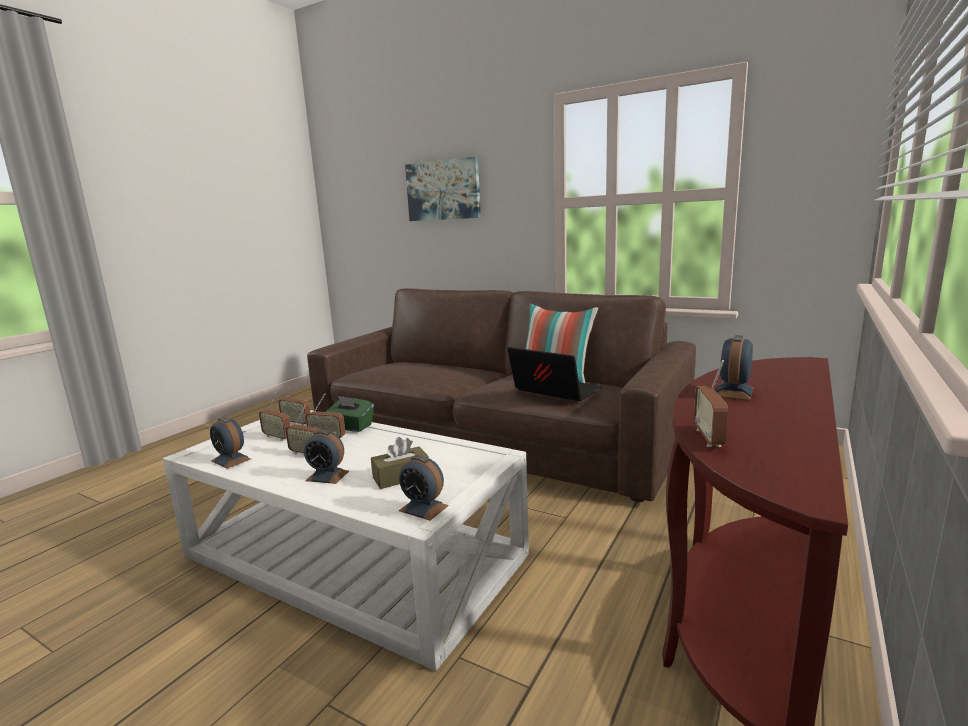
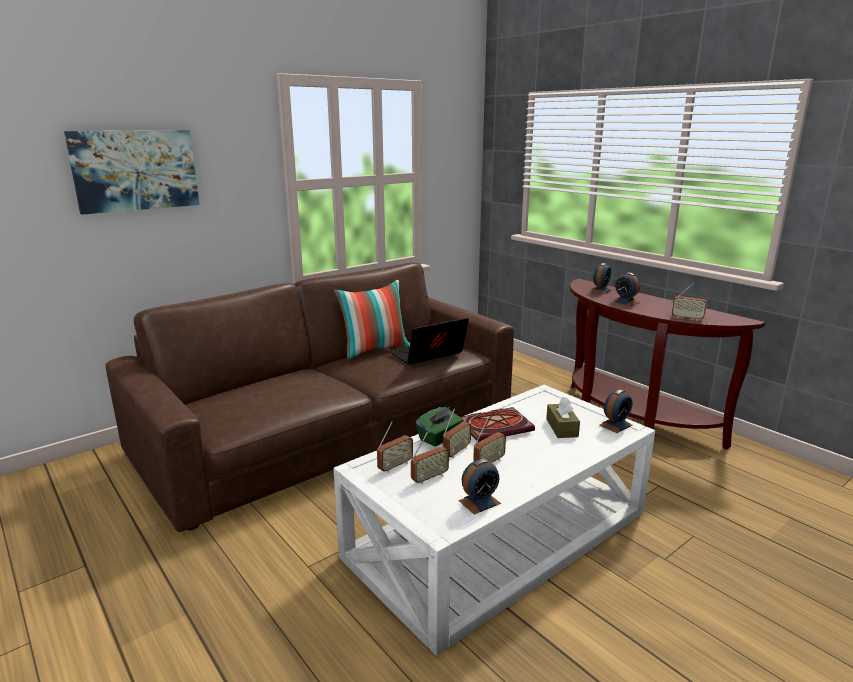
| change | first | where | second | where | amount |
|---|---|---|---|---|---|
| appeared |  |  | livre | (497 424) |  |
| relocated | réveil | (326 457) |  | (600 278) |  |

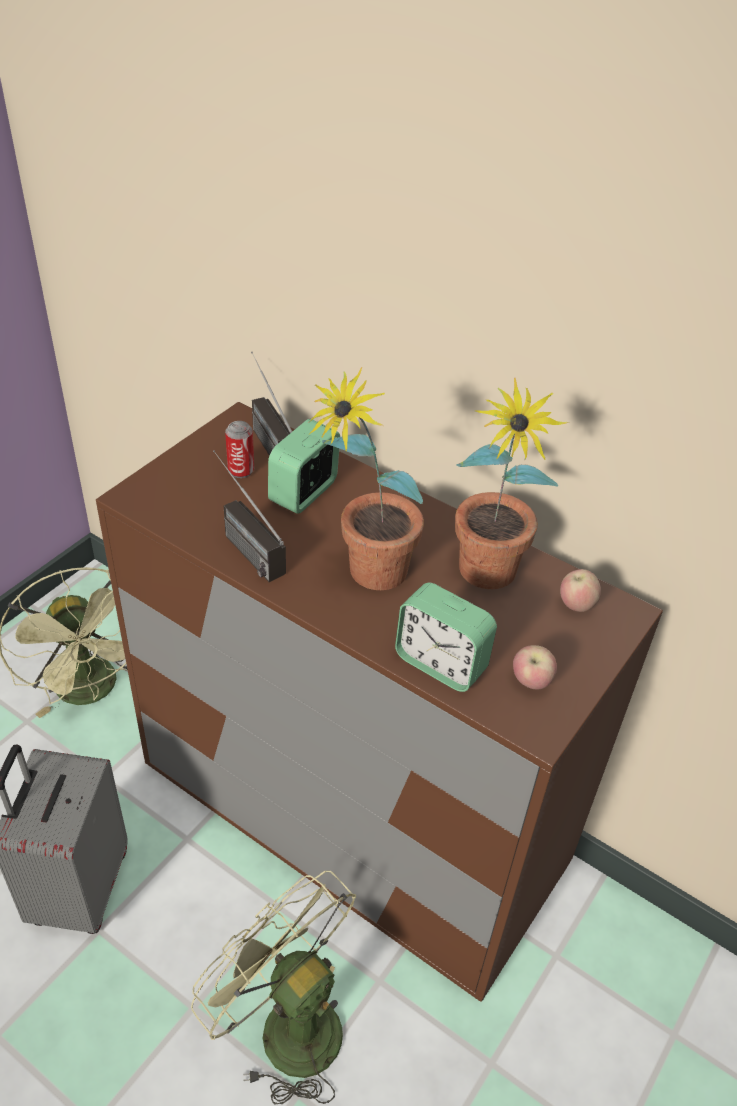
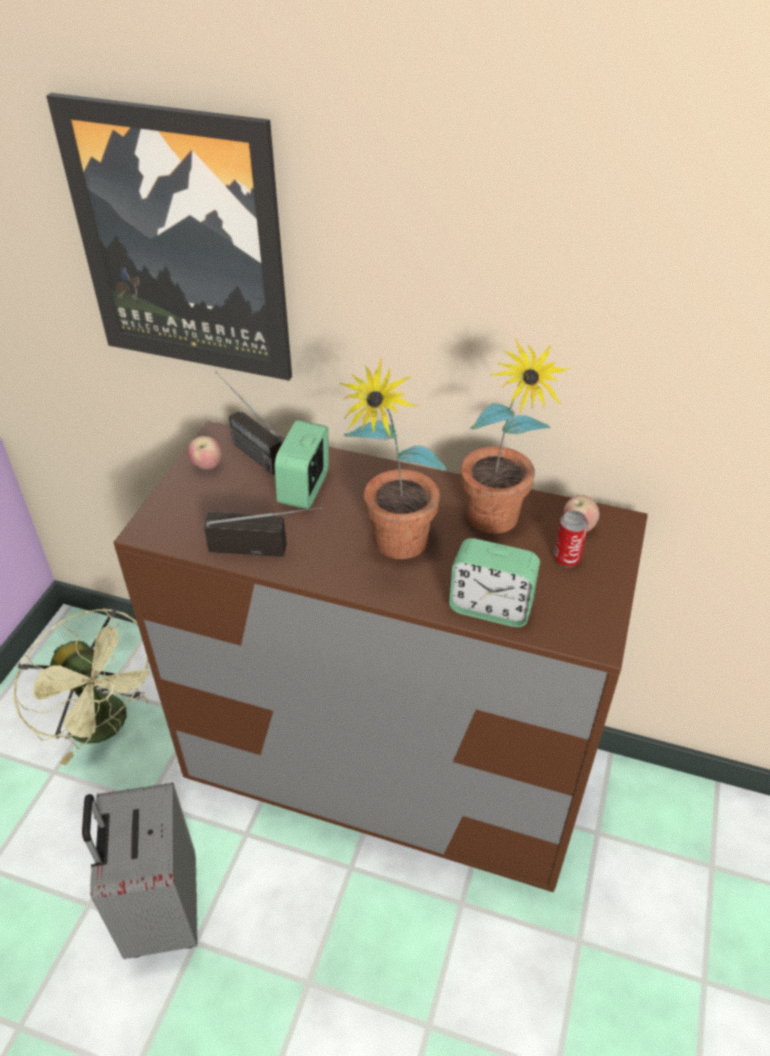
| change | first | where | second | where | amount |
|---|---|---|---|---|---|
| missing | ventilateur [vert] | (273 988) |  |  |  |
| appeared |  |  | tableau | (169 237) |  |
| relocated | boîte métallique | (239 449) |  | (571 539) |  |
| relocated | pomme | (535 667) |  | (204 453) |  |
| spun | radio | (249 516) |  | (263 532) | 150 degrees clockwise |

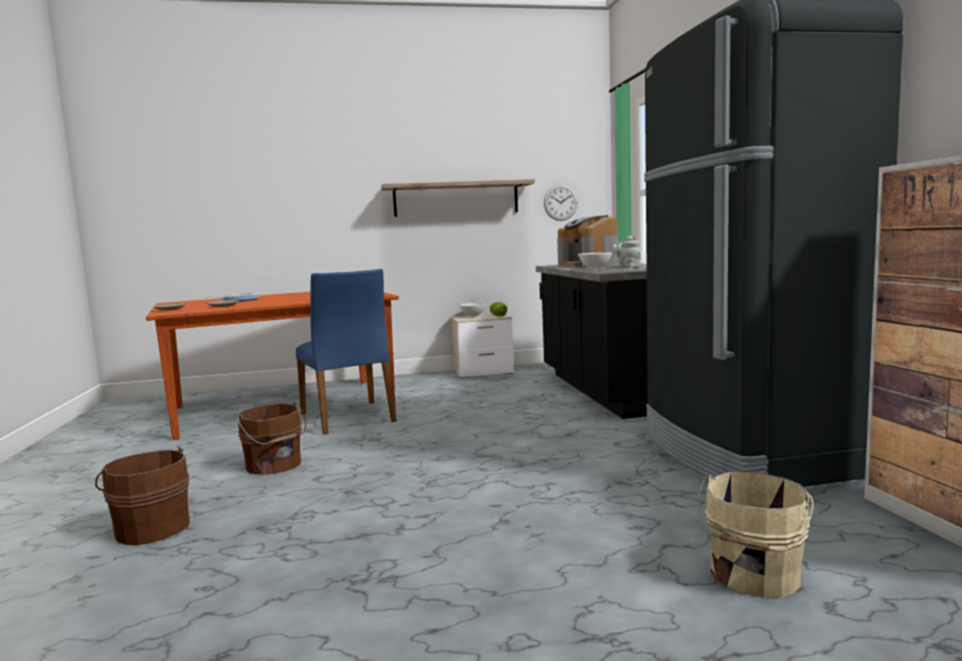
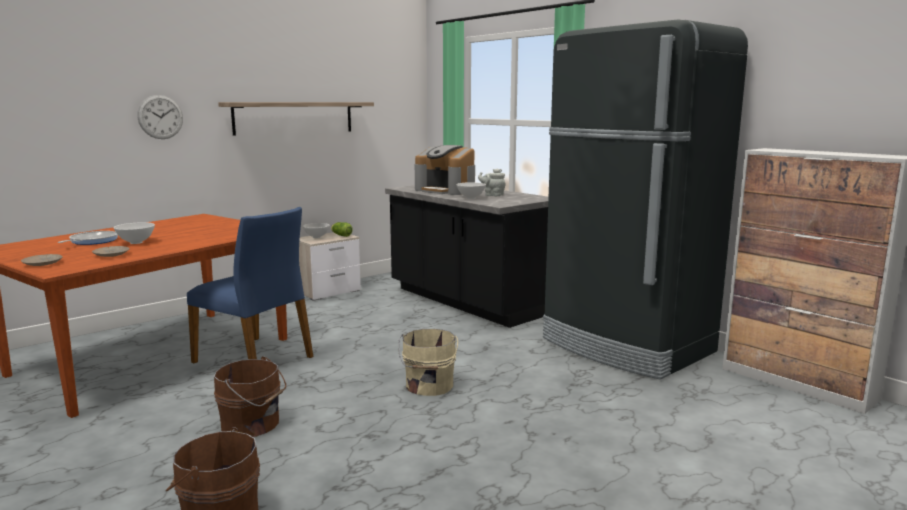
| change | first | where | second | where | amount |
|---|---|---|---|---|---|
| appeared |  |  | bol [blanc] | (134 233) |  |
| relocated | horloge murale | (561 203) |  | (160 117) |  |
| relocated | seau [beige] | (756 535) |  | (428 362) |  |

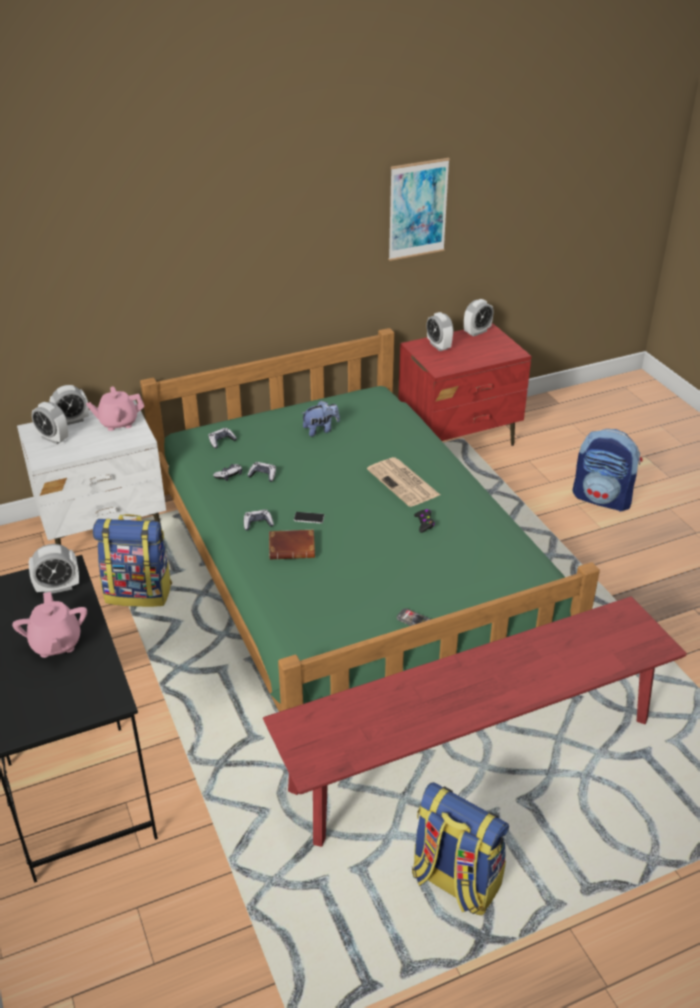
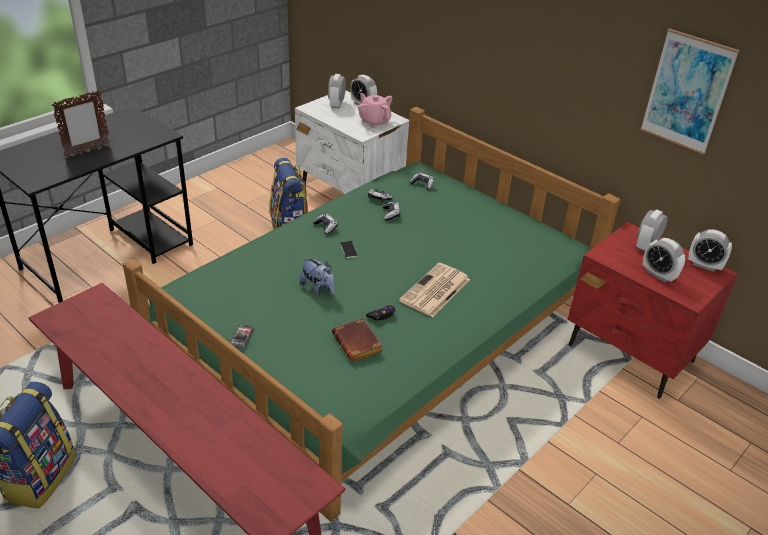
| change | first | where | second | where | amount |
|---|---|---|---|---|---|
| missing | sac à dos | (608 470) |  |  |  |
| relocated | réveil | (54 569) |  | (664 260) |  |
| relocated | livre [marron] | (292 545) |  | (357 340) |  |
| relocated | peluche | (320 418) |  | (317 276) |  |
| exchanged | théière [rose] | (49 625) | cadre photo | (81 123) |  |

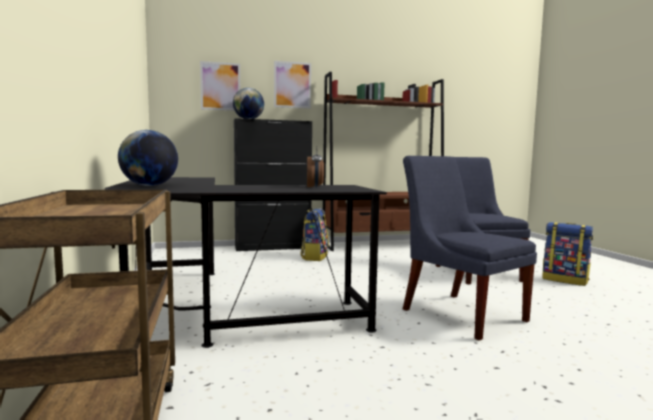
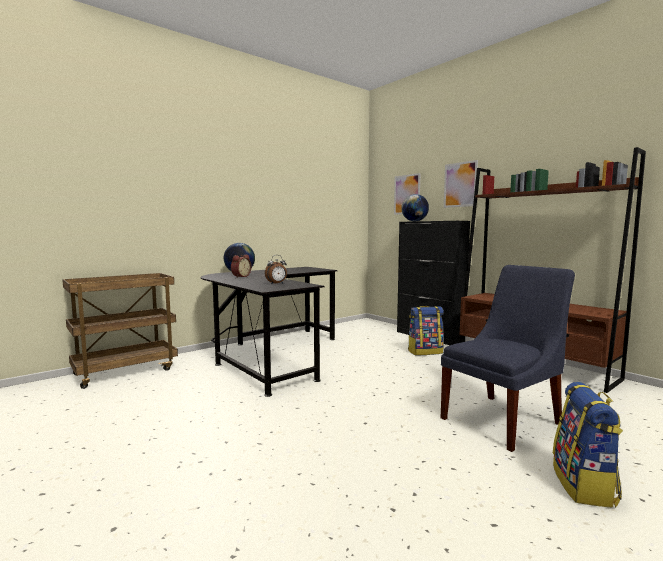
| change | first | where | second | where | amount |
|---|---|---|---|---|---|
| missing | chaise [bleu] | (470 248) |  |  |  |
| appeared |  |  | réveil | (241 265) |  |

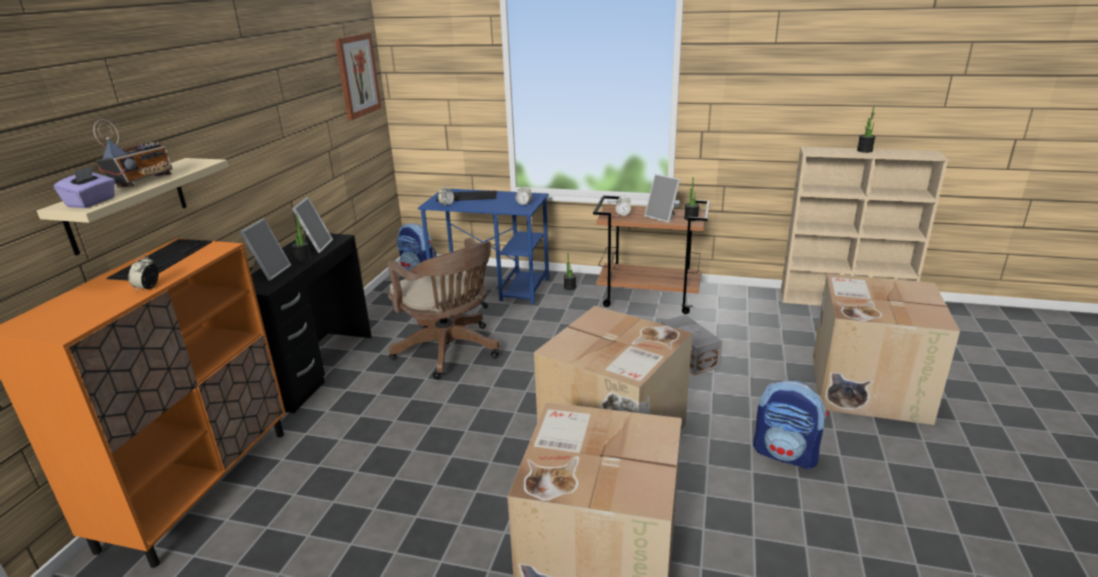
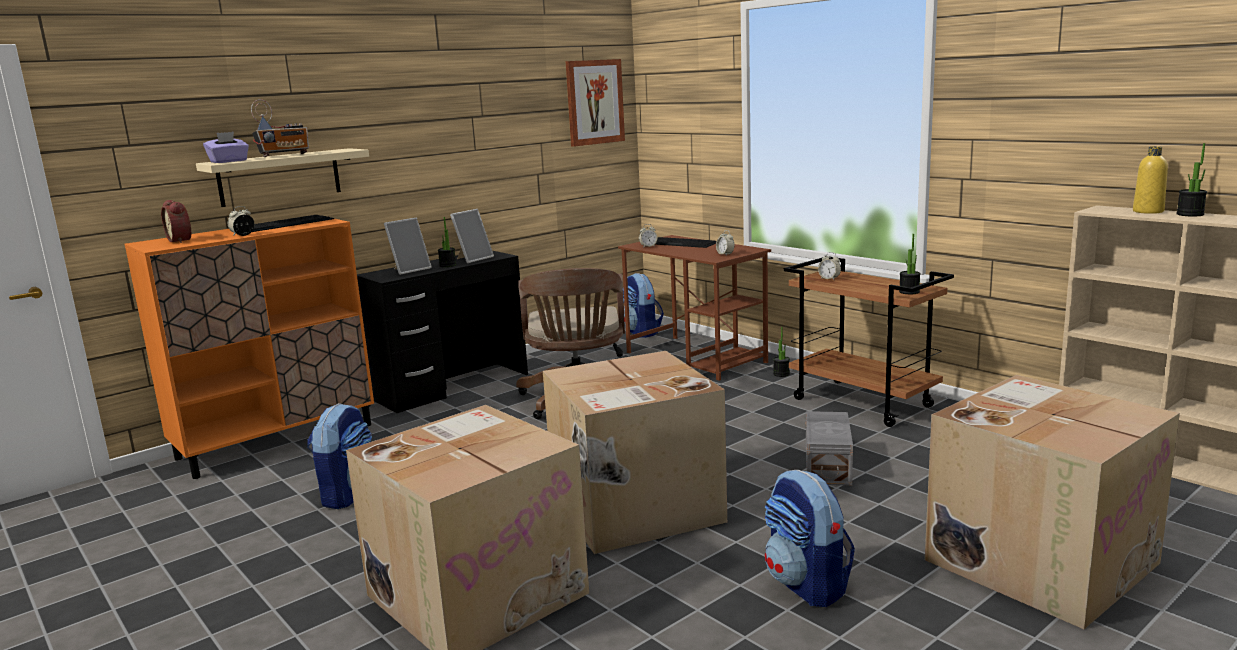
| change | first | where | second | where | amount |
|---|---|---|---|---|---|
| missing | cadre photo | (662 198) |  |  |  |
| appeared |  |  | réveil | (176 221) |  |
| appeared |  |  | sac à dos | (339 456) |  |
| appeared |  |  | bouteille [jaune] | (1150 180) |  |
| colour | bureau [bleu] | (483 246) | bureau [marron] | (694 308) |  |

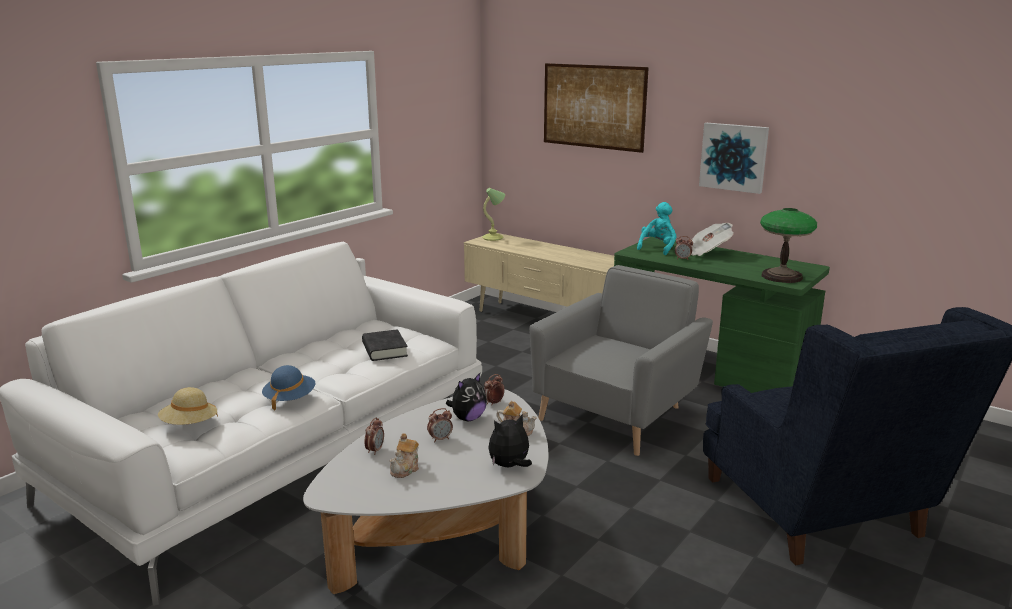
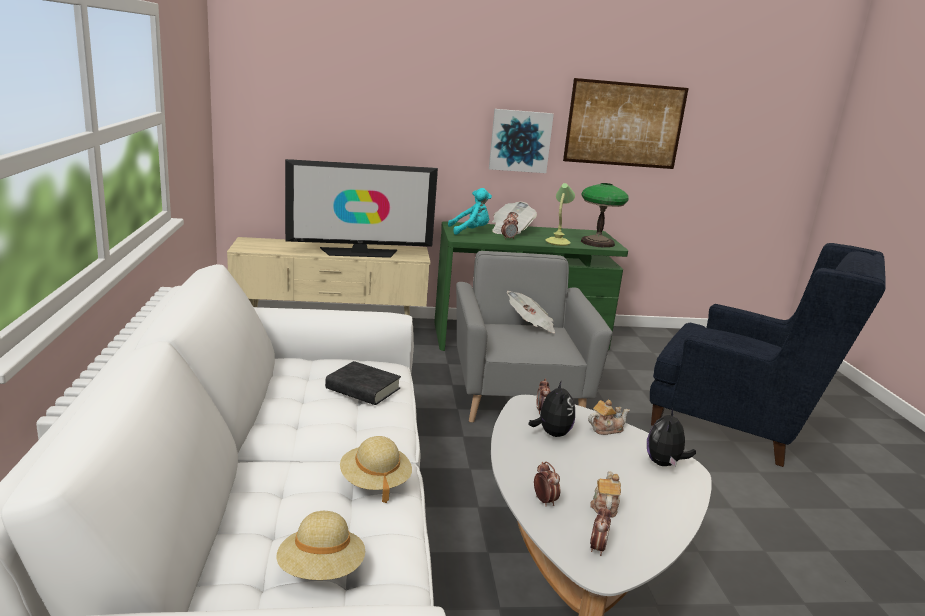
| change | first | where | second | where | amount |
|---|---|---|---|---|---|
| appeared |  |  | téléviseur | (361 208) |  |
| appeared |  |  | journal | (531 312) |  |
| relocated | réveil | (440 425) |  | (600 531) |  |
| relocated | lampe de table | (493 214) |  | (560 214) |  |
| relocated | tableau | (596 108) |  | (626 123) |  |
| colour | chapeau [bleu] | (288 387) | chapeau [beige] | (376 469) |  |
| spun | théière | (404 455) |  | (605 494) | 150 degrees counterclockwise |
| spun | peluche [turquoise] | (657 228) |  | (470 211) | 90 degrees clockwise |

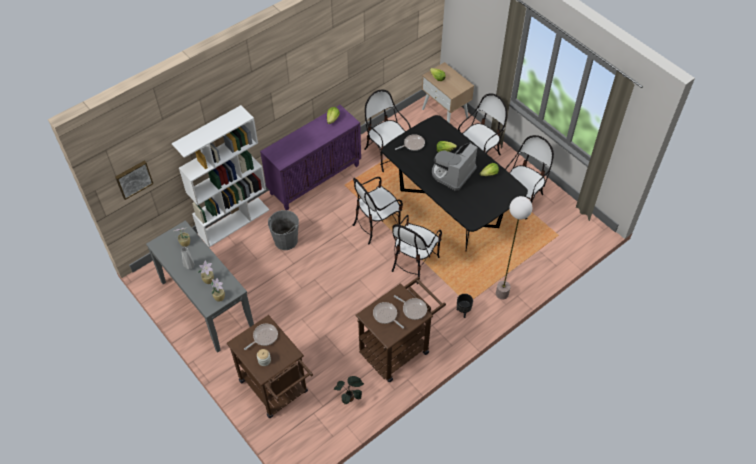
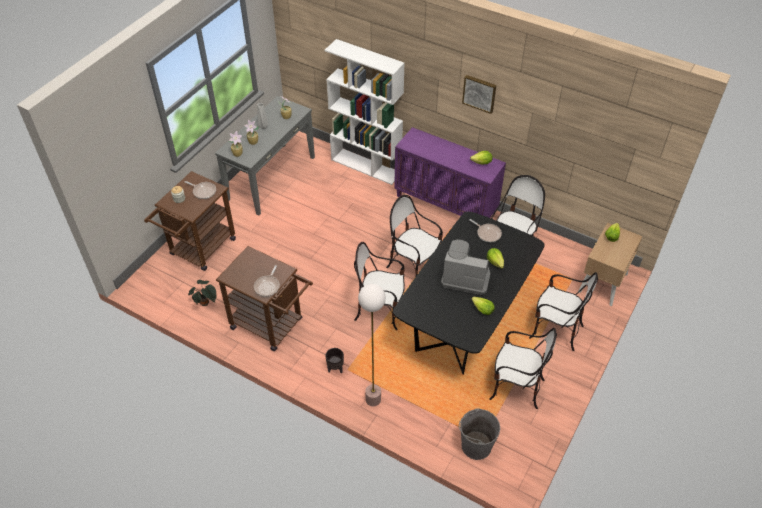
| change | first | where | second | where | amount |
|---|---|---|---|---|---|
| missing | poêle | (388 315) |  |  |  |
| relocated | tableau | (134 180) |  | (479 94) |  |
| relocated | seau [gris] | (283 230) |  | (479 434) |  |

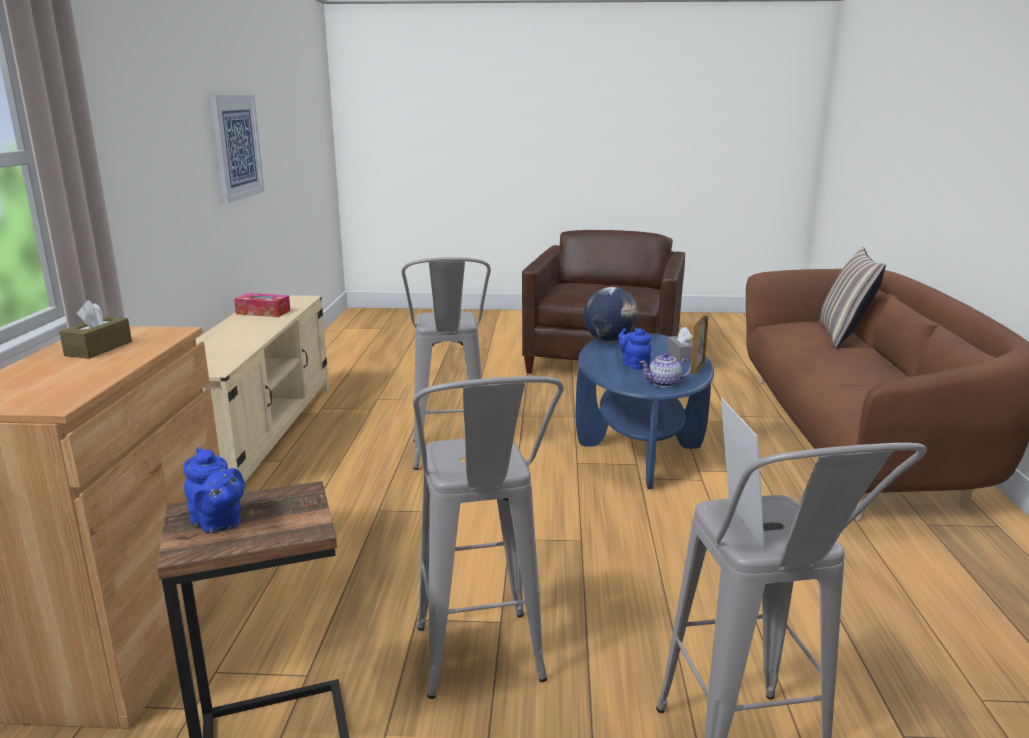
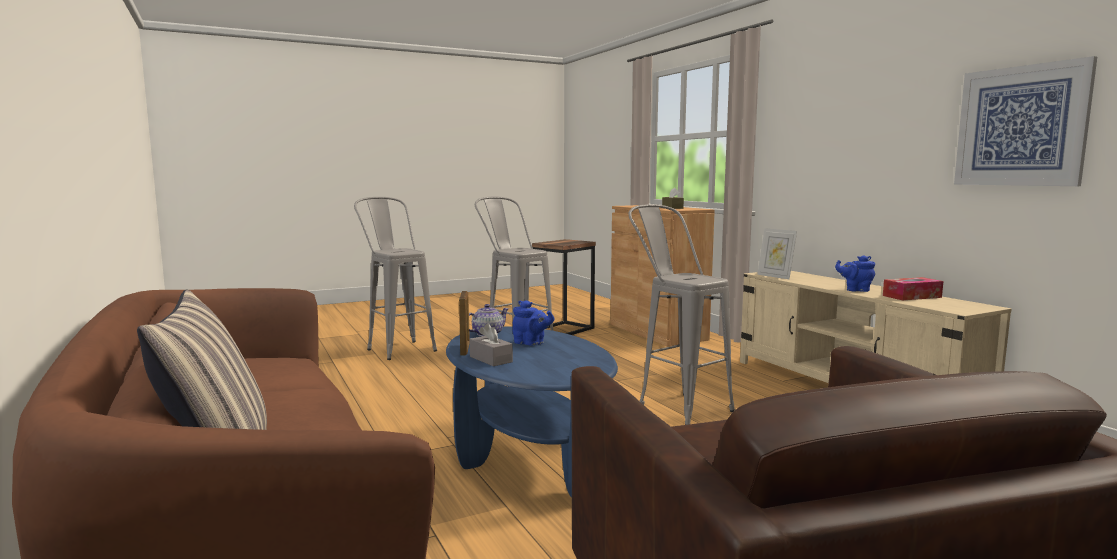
| change | first | where | second | where | amount |
|---|---|---|---|---|---|
| missing | globe | (611 314) |  |  |  |
| relocated | théière [bleu] | (214 490) |  | (855 273) |  |
| relocated | cadre photo | (743 473) |  | (777 254) |  |

